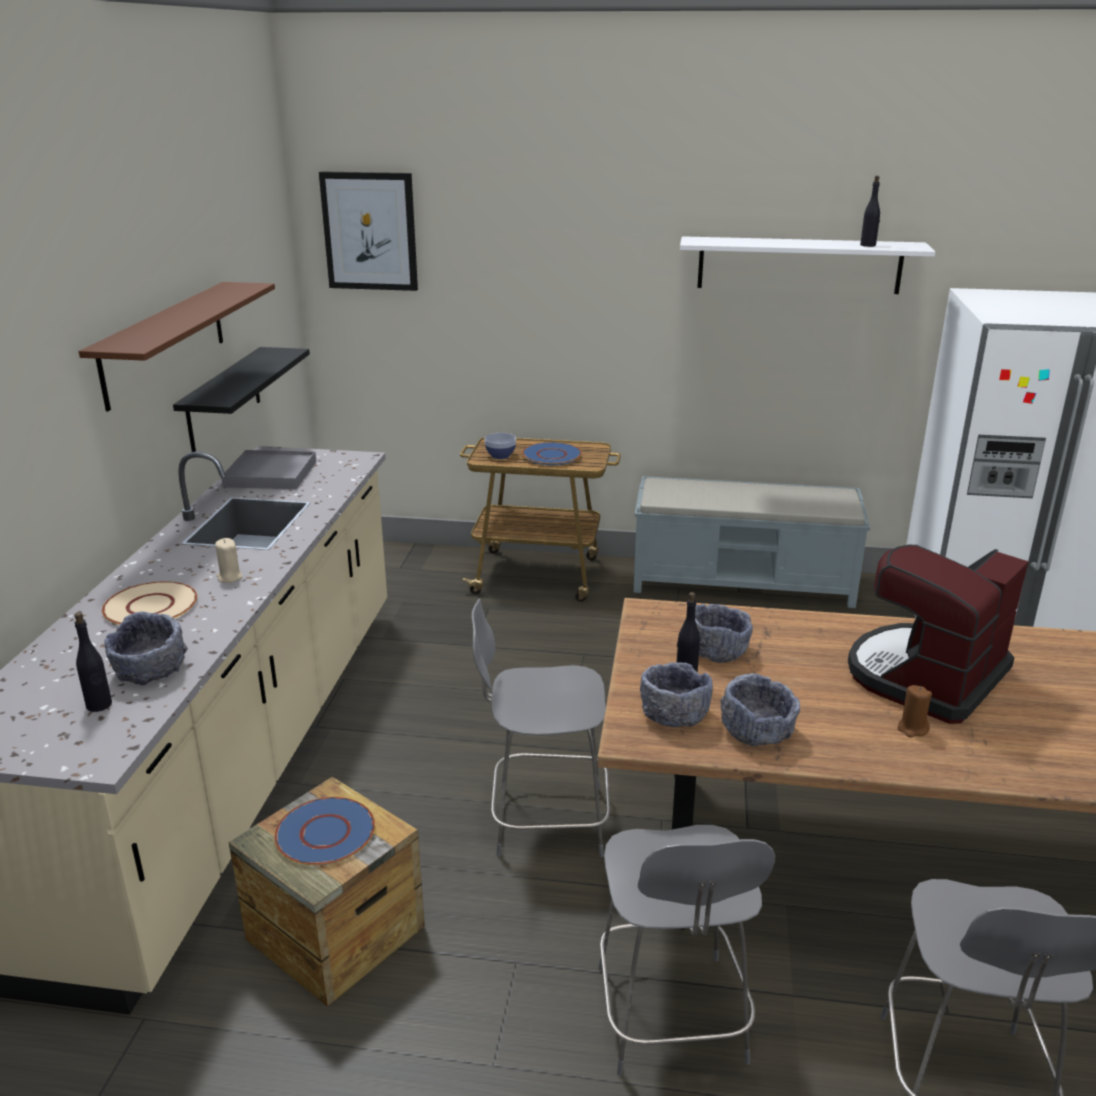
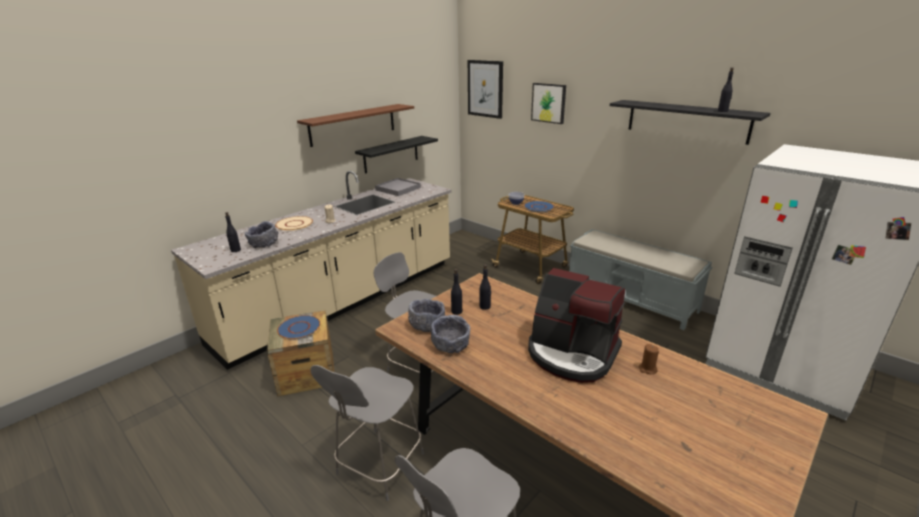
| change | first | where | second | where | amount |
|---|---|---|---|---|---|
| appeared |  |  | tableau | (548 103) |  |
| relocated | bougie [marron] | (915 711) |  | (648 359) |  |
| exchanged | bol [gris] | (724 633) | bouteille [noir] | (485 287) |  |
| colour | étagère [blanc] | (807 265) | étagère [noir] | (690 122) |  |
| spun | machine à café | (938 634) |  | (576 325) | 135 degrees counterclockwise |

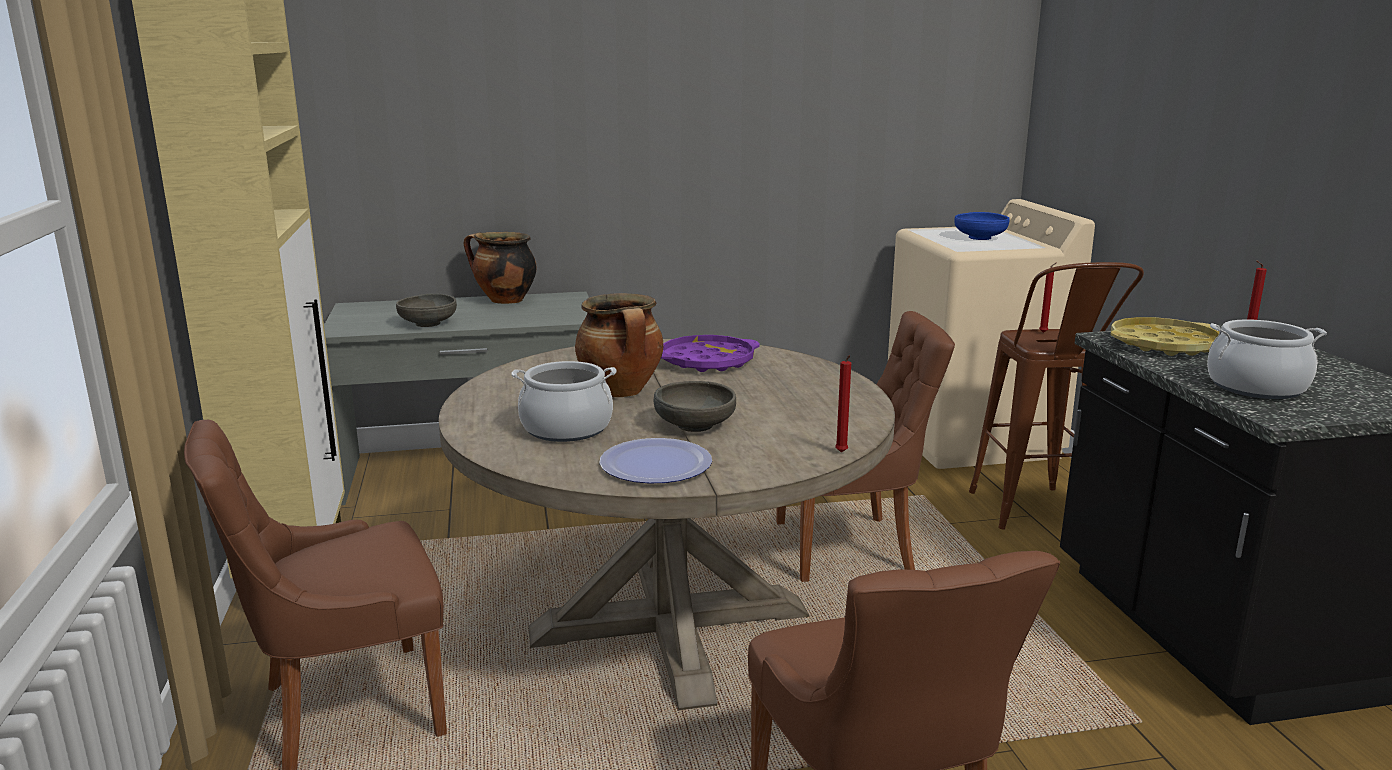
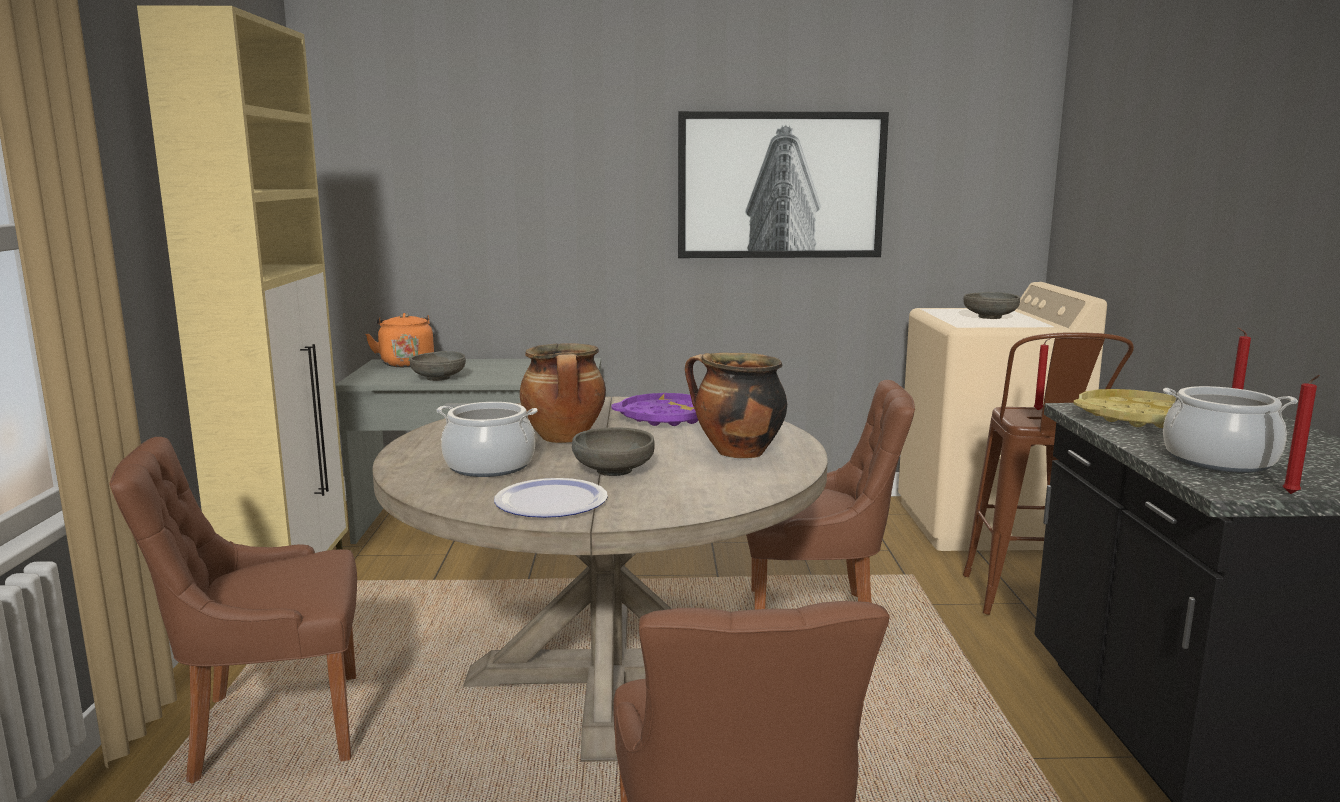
| change | first | where | second | where | amount |
|---|---|---|---|---|---|
| appeared |  |  | bouilloire [orange] | (400 340) |  |
| appeared |  |  | tableau | (783 184) |  |
| relocated | marmite | (500 268) |  | (736 405) |  |
| relocated | bougie [rouge] | (843 404) |  | (1301 434) |  |
| colour | bol [bleu] | (982 226) | bol [gris] | (991 305) |  |

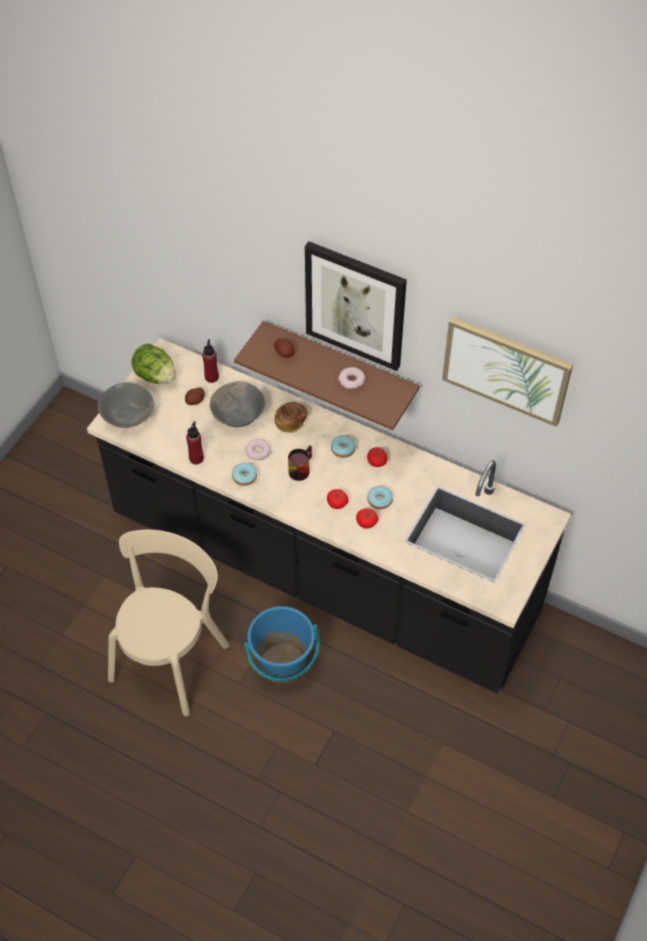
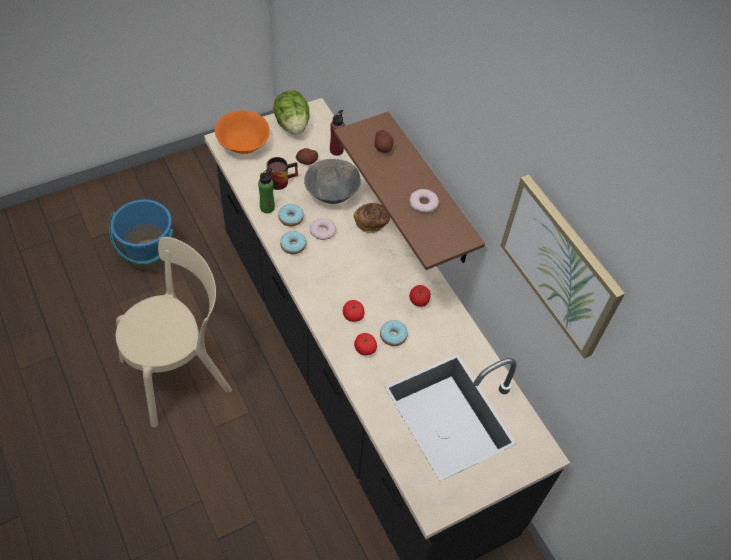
| change | first | where | second | where | amount |
|---|---|---|---|---|---|
| missing | tableau | (356 306) |  |  |  |
| relocated | seau [bleu] | (281 645) |  | (141 235) |  |
| relocated | mug | (300 463) |  | (282 173) |  |
| relocated | beignet | (343 446) |  | (291 215) |  |
| colour | bol [gris] | (126 405) | bol [orange] | (242 132) |  |
| colour | bouteille [rouge] | (195 443) | bouteille [vert] | (266 190) |  |

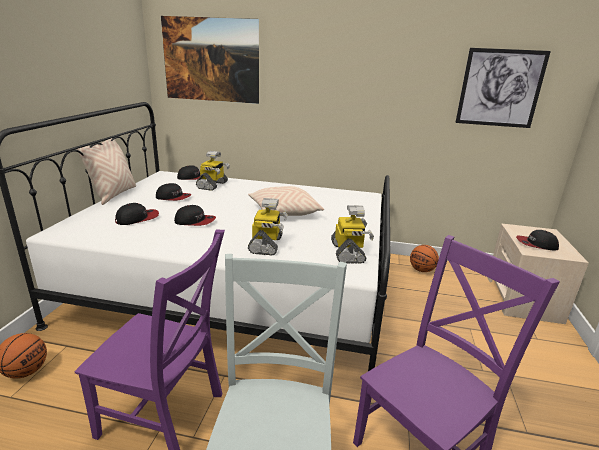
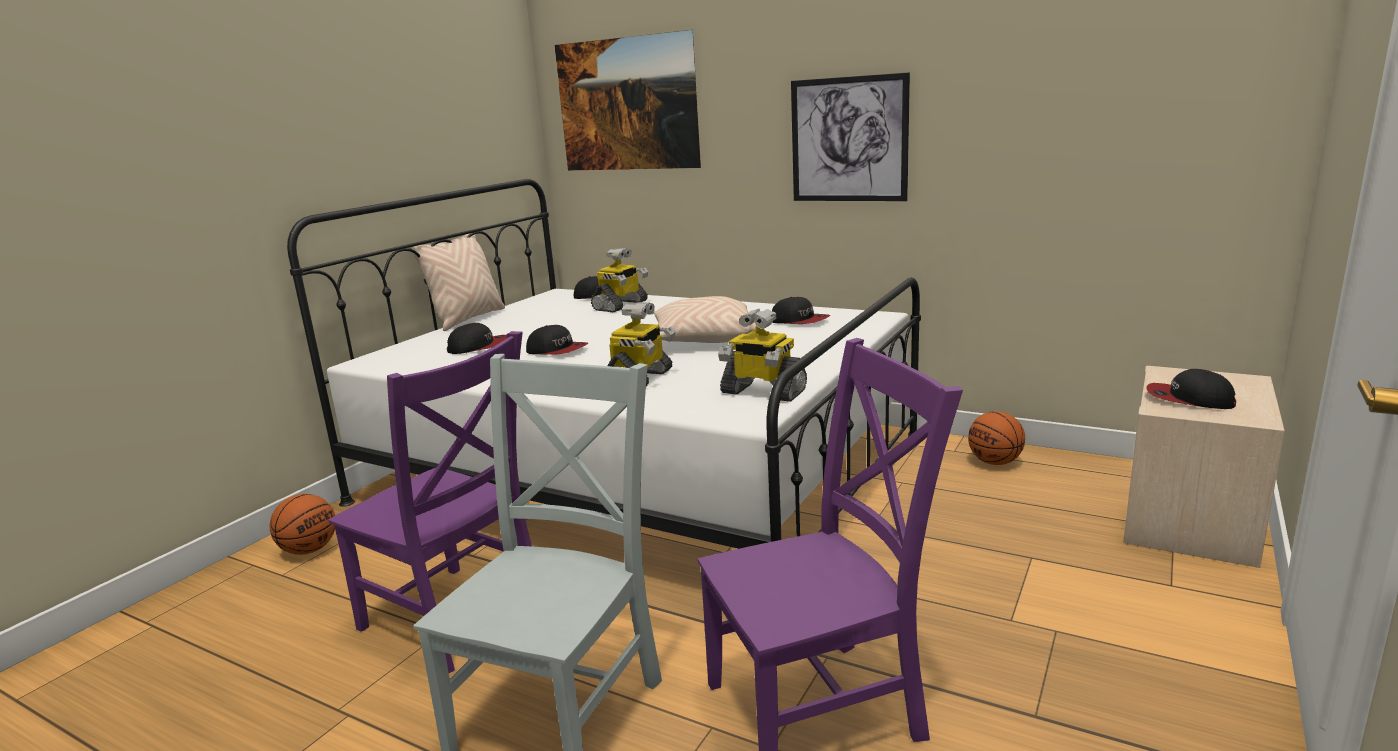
| change | first | where | second | where | amount |
|---|---|---|---|---|---|
| relocated | casquette | (174 192) |  | (801 310) |  |
| relocated | tableau | (503 88) |  | (850 137) |  |
| spun | robot jouet | (352 234) |  | (762 355) | 105 degrees clockwise |

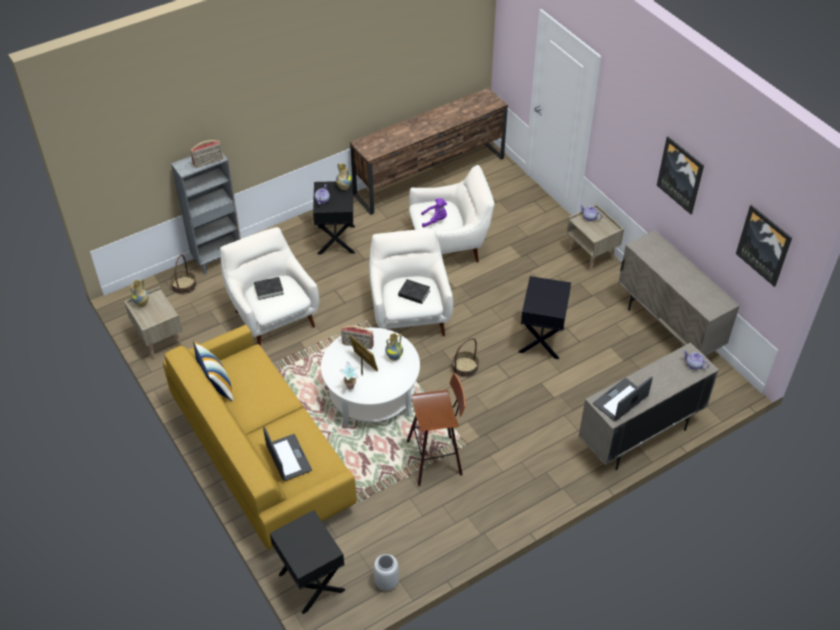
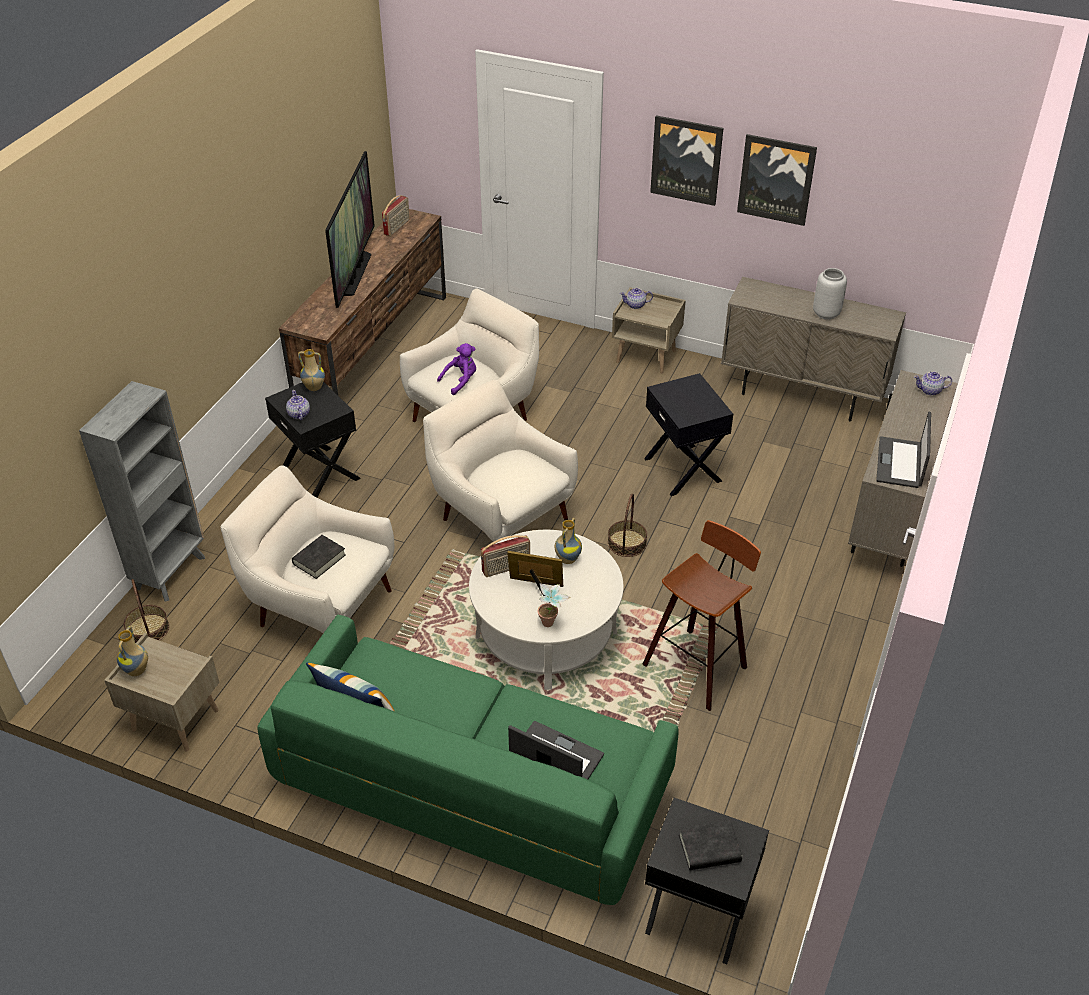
| change | first | where | second | where | amount |
|---|---|---|---|---|---|
| appeared |  |  | téléviseur | (350 229) |  |
| relocated | radio | (206 154) |  | (396 215) |  |
| relocated | vase [gris] | (386 572) |  | (830 294) |  |
| relocated | livre [noir] | (414 291) |  | (710 845) |  |
| relocated | tableau | (764 246) |  | (686 160) |  |
| colour | canapé [jaune] | (260 437) | canapé [vert] | (468 759) |  |

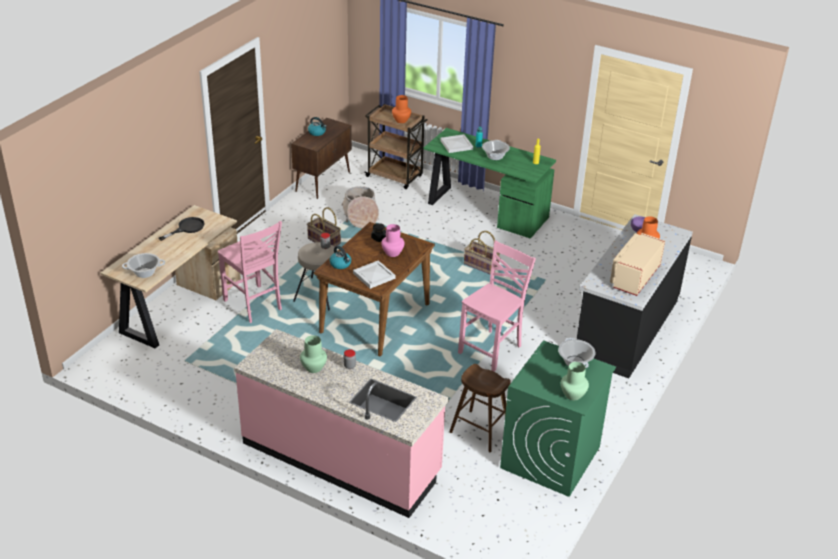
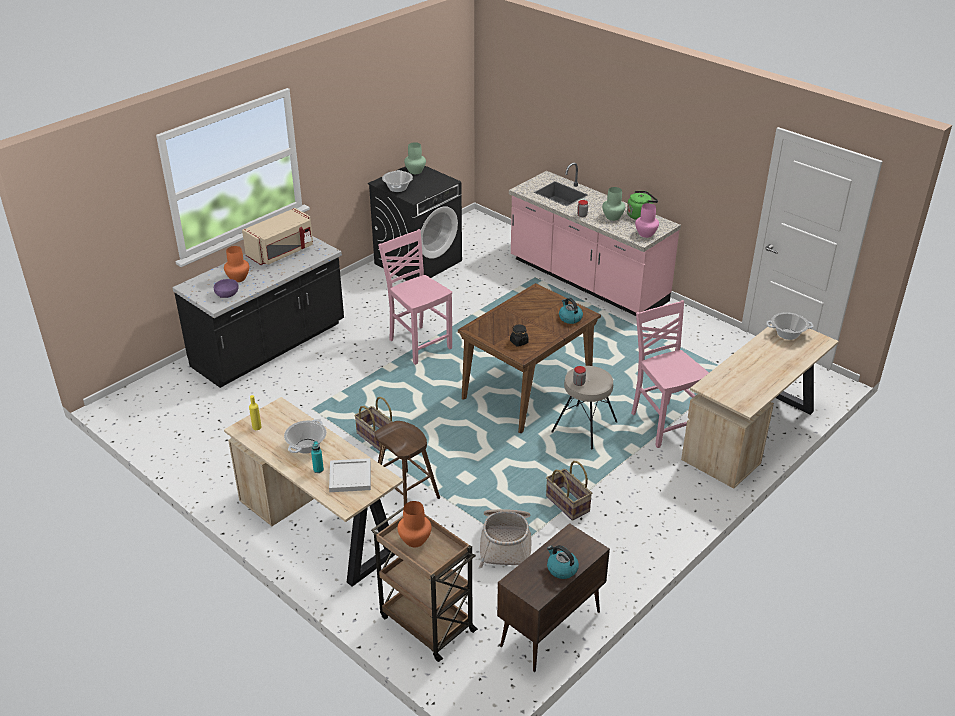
| change | first | where | second | where | amount |
|---|---|---|---|---|---|
| missing | poêle [noir] | (182 229) |  |  |  |
| missing | plateau [blanc] | (374 274) |  |  |  |
| appeared |  |  | bouilloire [vert] | (642 205) |  |
| relocated | vase [rose] | (393 240) |  | (647 220) |  |
| relocated | tabouret [marron] | (480 408) |  | (407 463) |  |
| colour | bureau [vert] | (490 183) | bureau [beige] | (314 492) |  |
| colour | lave-linge [vert] | (558 419) | lave-linge [noir] | (415 223) |  |
| spun | chaise [rose] | (497 306) |  | (415 297) | 90 degrees clockwise |

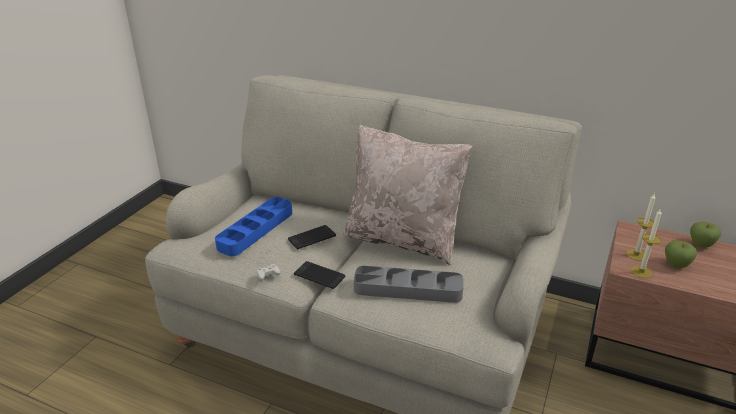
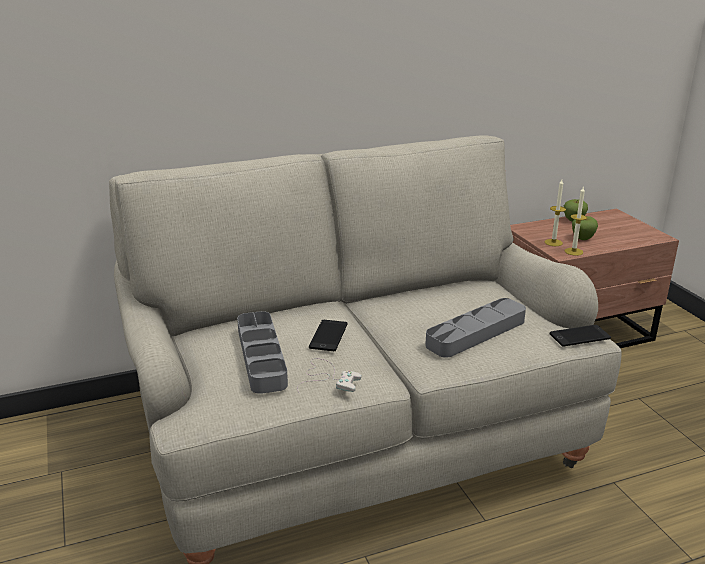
| change | first | where | second | where | amount |
|---|---|---|---|---|---|
| missing | coussin [beige] | (408 195) |  |  |  |
| relocated | téléphone | (319 275) |  | (580 336) |  |
| colour | plateau [bleu] | (253 226) | plateau [gris] | (262 352) |  |

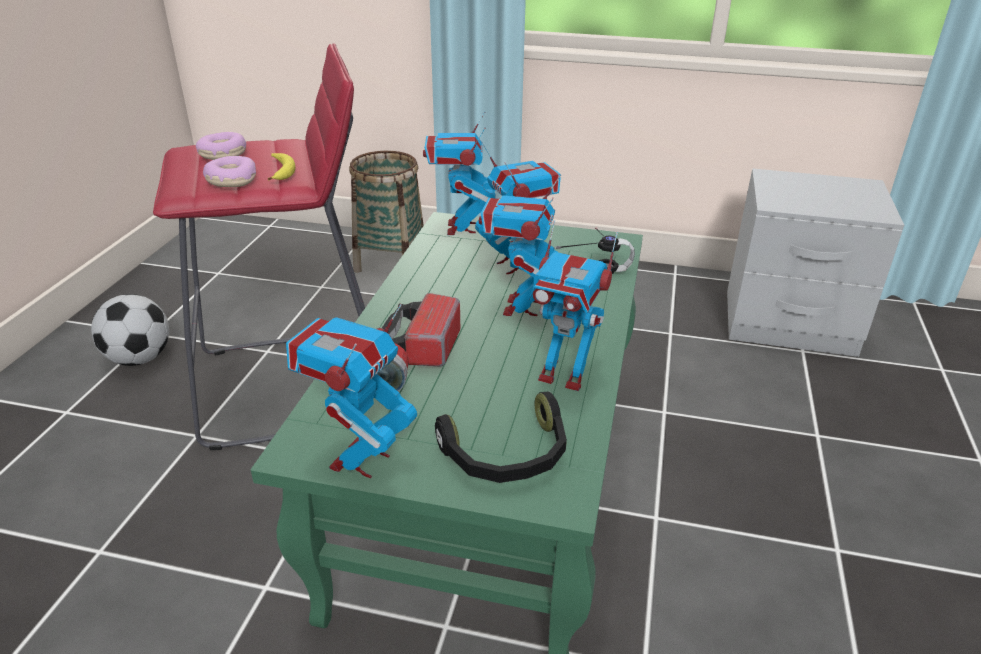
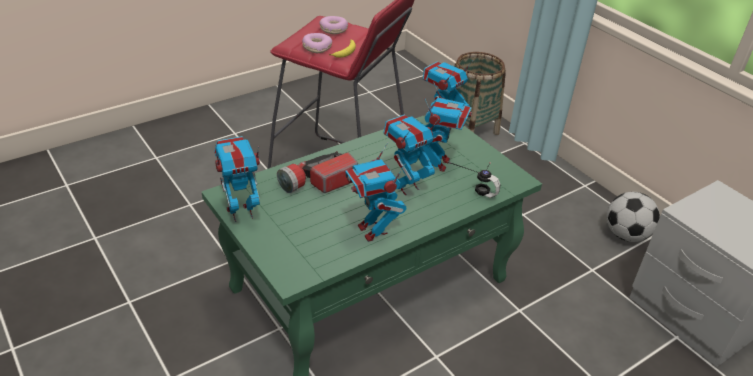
| change | first | where | second | where | amount |
|---|---|---|---|---|---|
| missing | casque audio [noir] | (501 437) |  |  |  |
| relocated | ballon de foot | (130 330) |  | (633 217) |  |

